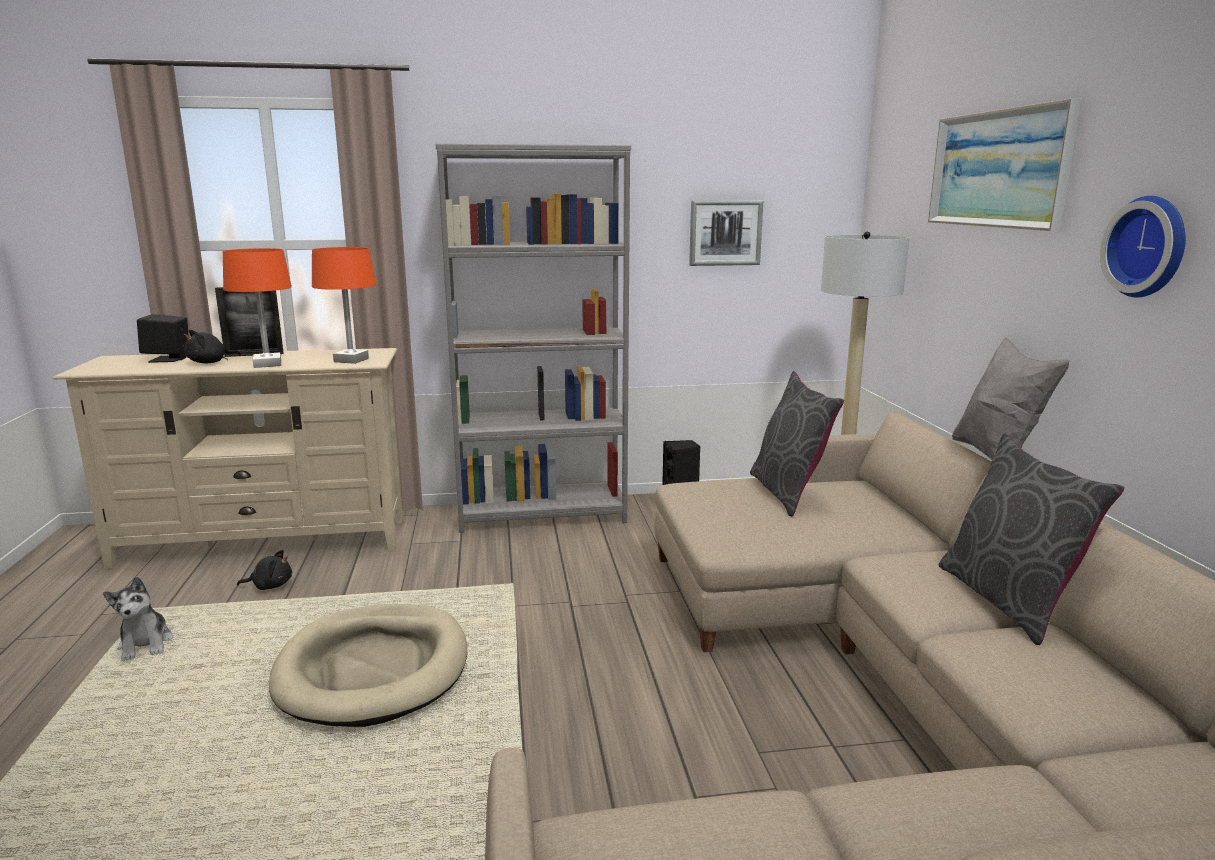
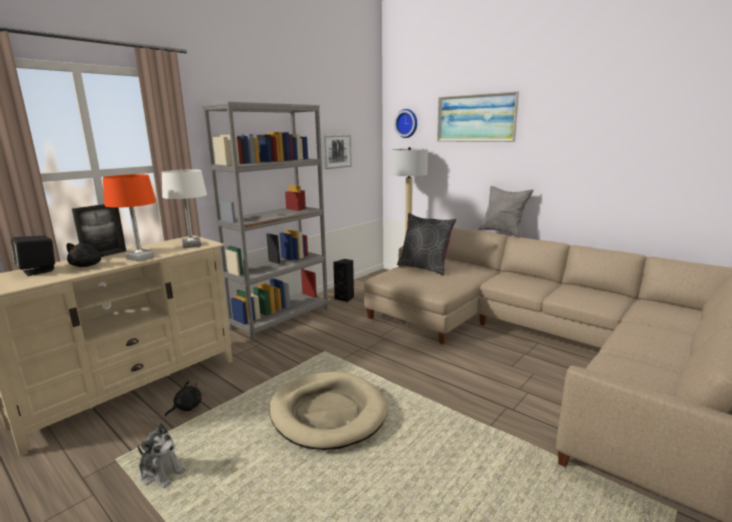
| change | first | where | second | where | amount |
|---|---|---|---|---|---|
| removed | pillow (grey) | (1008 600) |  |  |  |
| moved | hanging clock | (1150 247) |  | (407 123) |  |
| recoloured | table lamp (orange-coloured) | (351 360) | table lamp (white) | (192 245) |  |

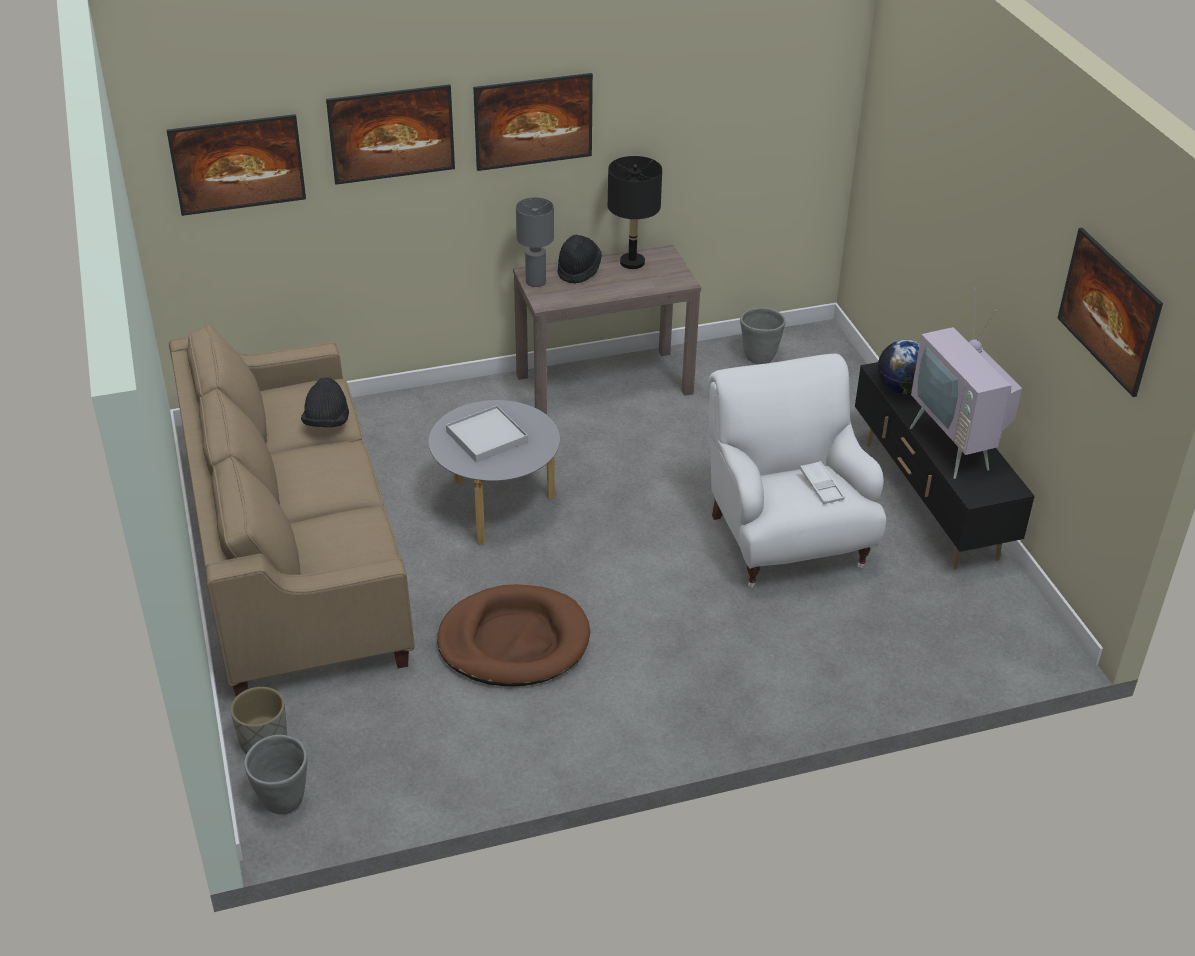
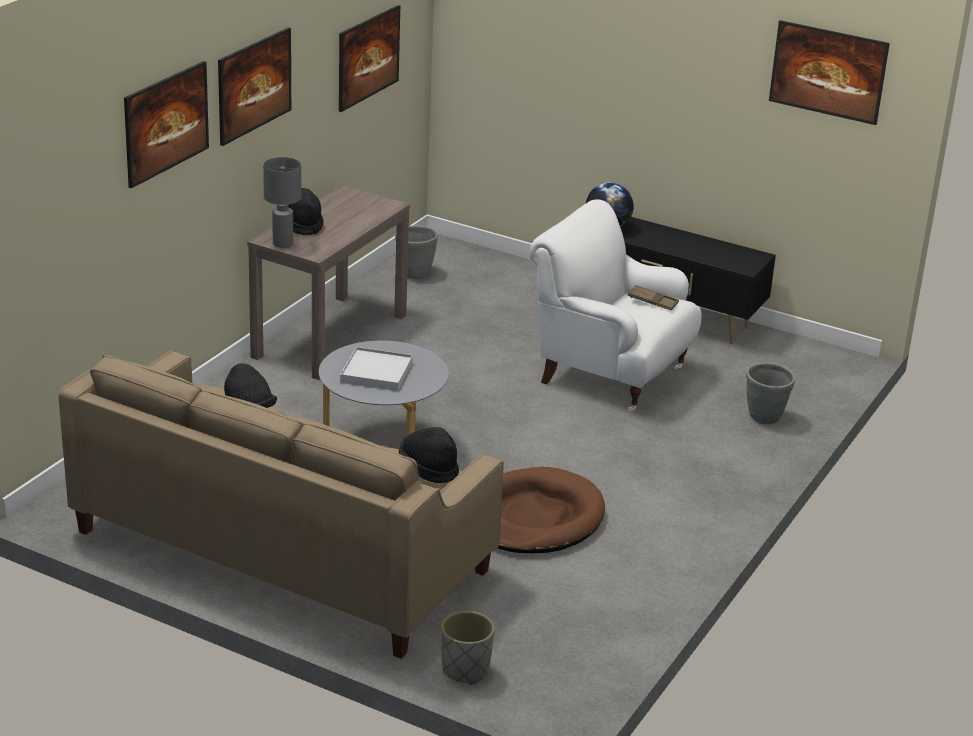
| change | first | where | second | where | amount |
|---|---|---|---|---|---|
| removed | table lamp (black-coloured) | (632 263) |  |  |  |
| removed | TV | (956 447) |  |  |  |
| added |  |  | wearable hat (black-coloured) | (428 469) |  |
| moved | picture | (241 185) |  | (368 76) |  |
| moved | plant pot (grey) | (283 802) |  | (765 418) |  |
| recoloured | serving tray (white) | (821 486) | serving tray (brown) | (652 301) |  |

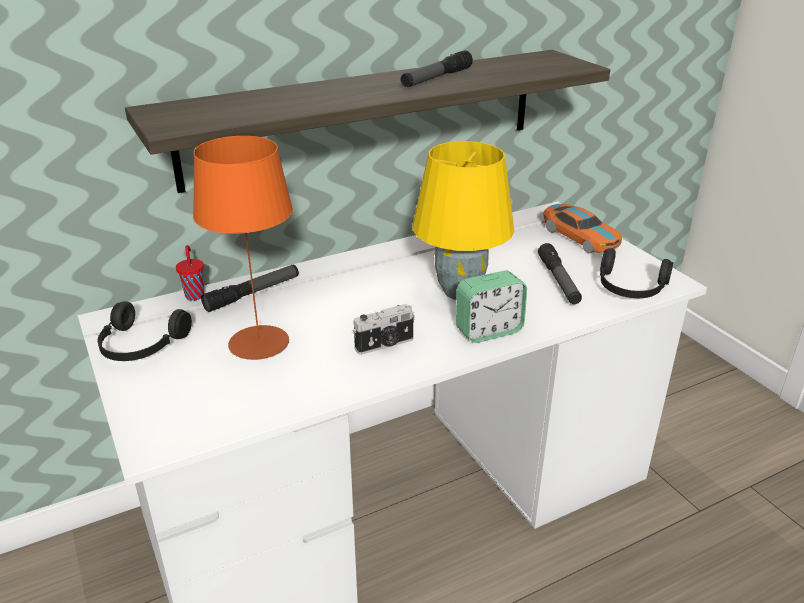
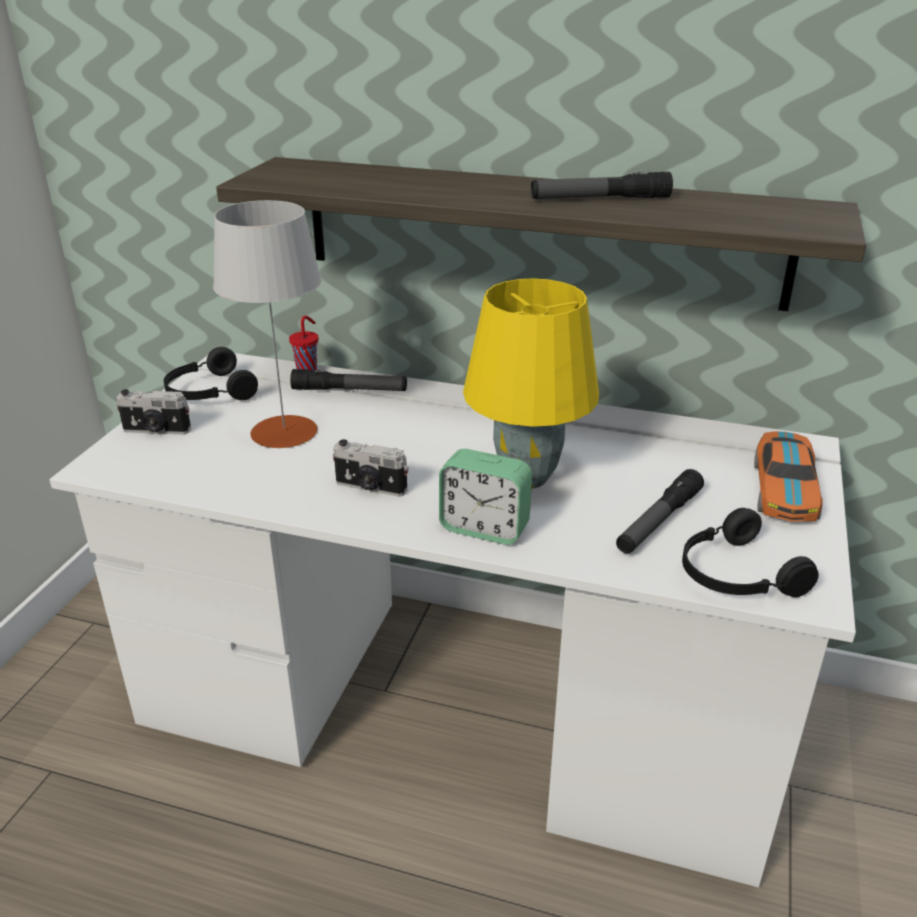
| change | first | where | second | where | amount |
|---|---|---|---|---|---|
| added |  |  | still camera | (156 431) |  |
| recoloured | table lamp (orange-coloured) | (259 342) | table lamp (grey) | (284 432) |  |

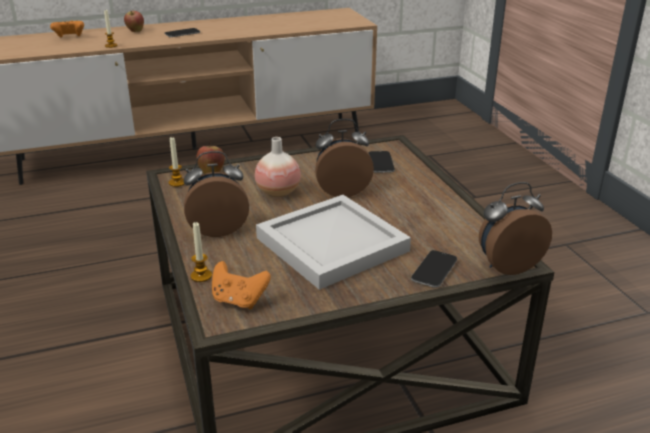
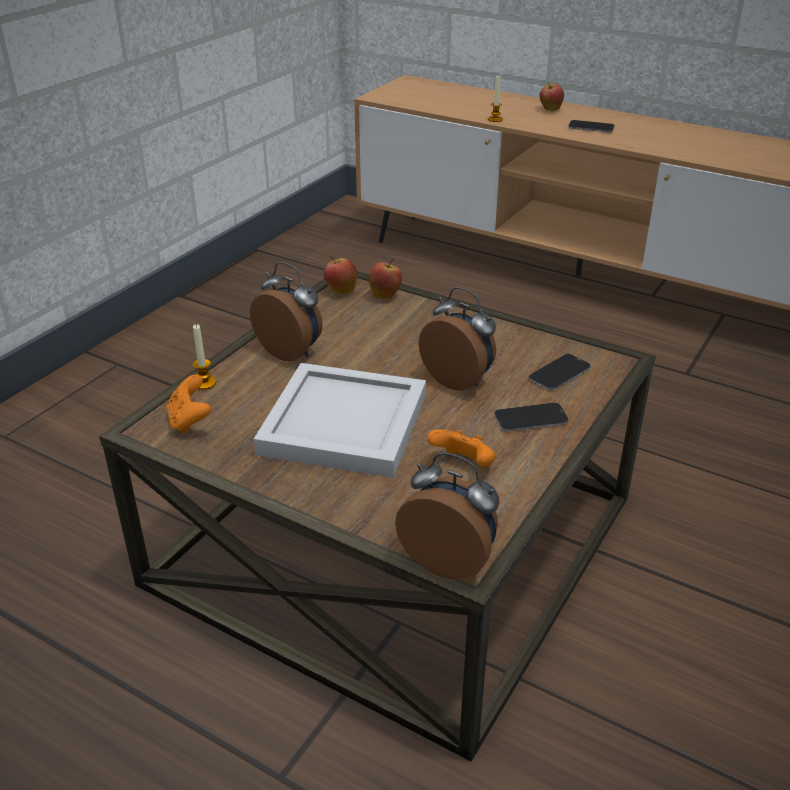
| change | first | where | second | where | amount |
|---|---|---|---|---|---|
| removed | flower vase | (278 192) |  |  |  |
| moved | joypad (orange-coloured) | (70 38) |  | (464 465) |  |
| moved | handset | (434 270) |  | (531 419) |  |
| replaced | wax candle | (177 183) | whole apple | (341 290) |  |

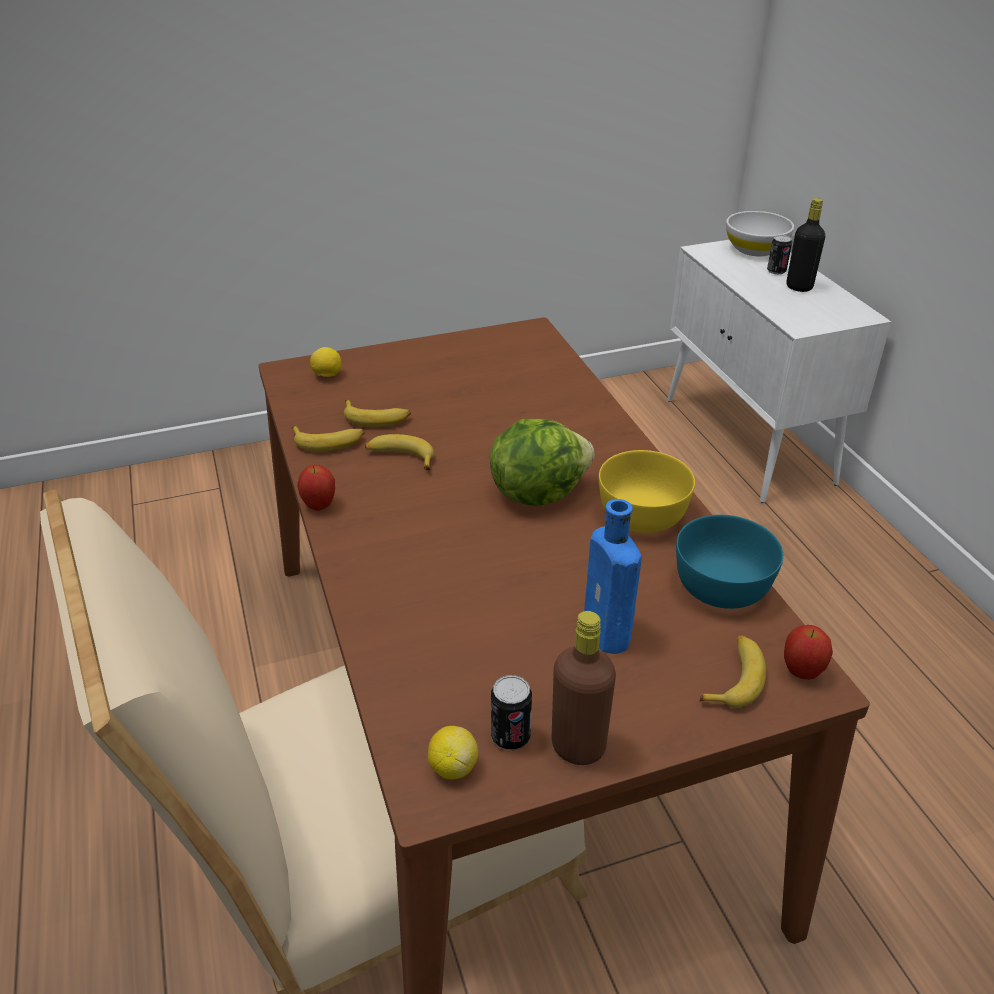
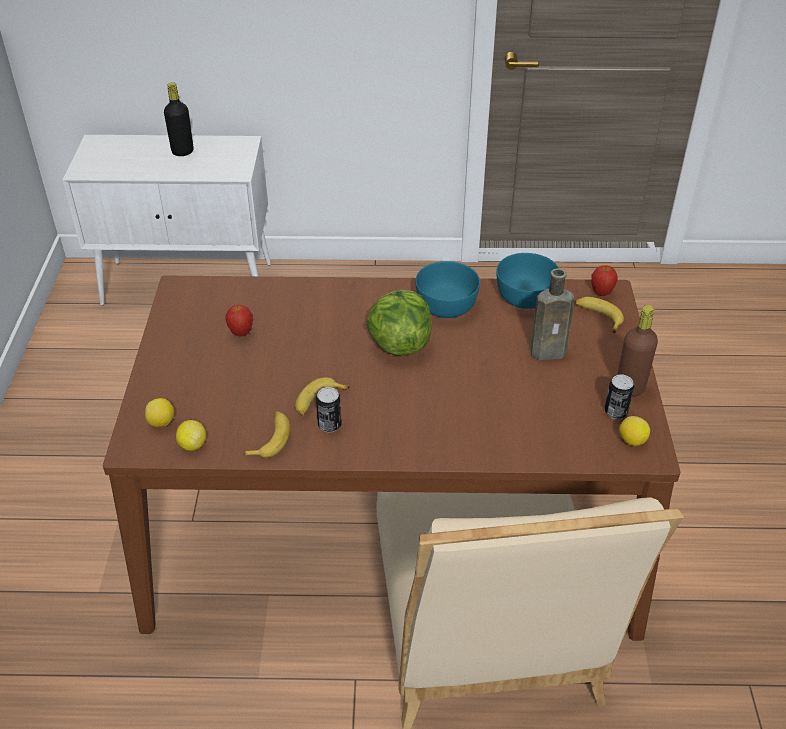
| change | first | where | second | where | amount |
|---|---|---|---|---|---|
| removed | banana fruit | (376 418) |  |  |  |
| removed | bowl (white) | (755 249) |  |  |  |
| added |  |  | citrus fruit | (192 445) |  |
| moved | whole apple | (319 506) |  | (241 333) |  |
| moved | can | (776 271) |  | (329 425) |  |
| recoloured | beverage bottle (blue) | (608 636) | beverage bottle (brown) | (550 352) |  |
| recoloured | bowl (yellowish) | (641 513) | bowl (turquoise) | (445 305) |  |

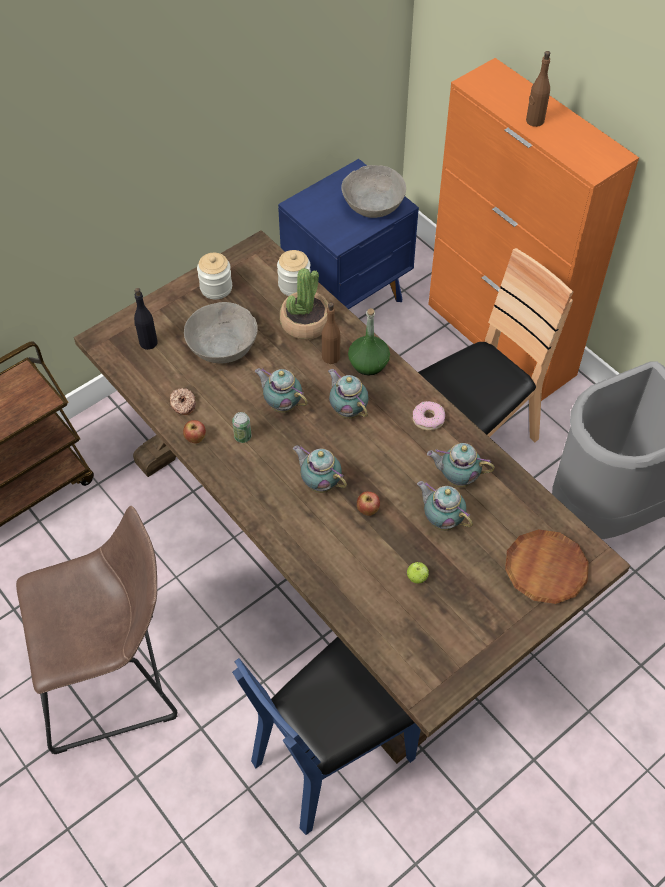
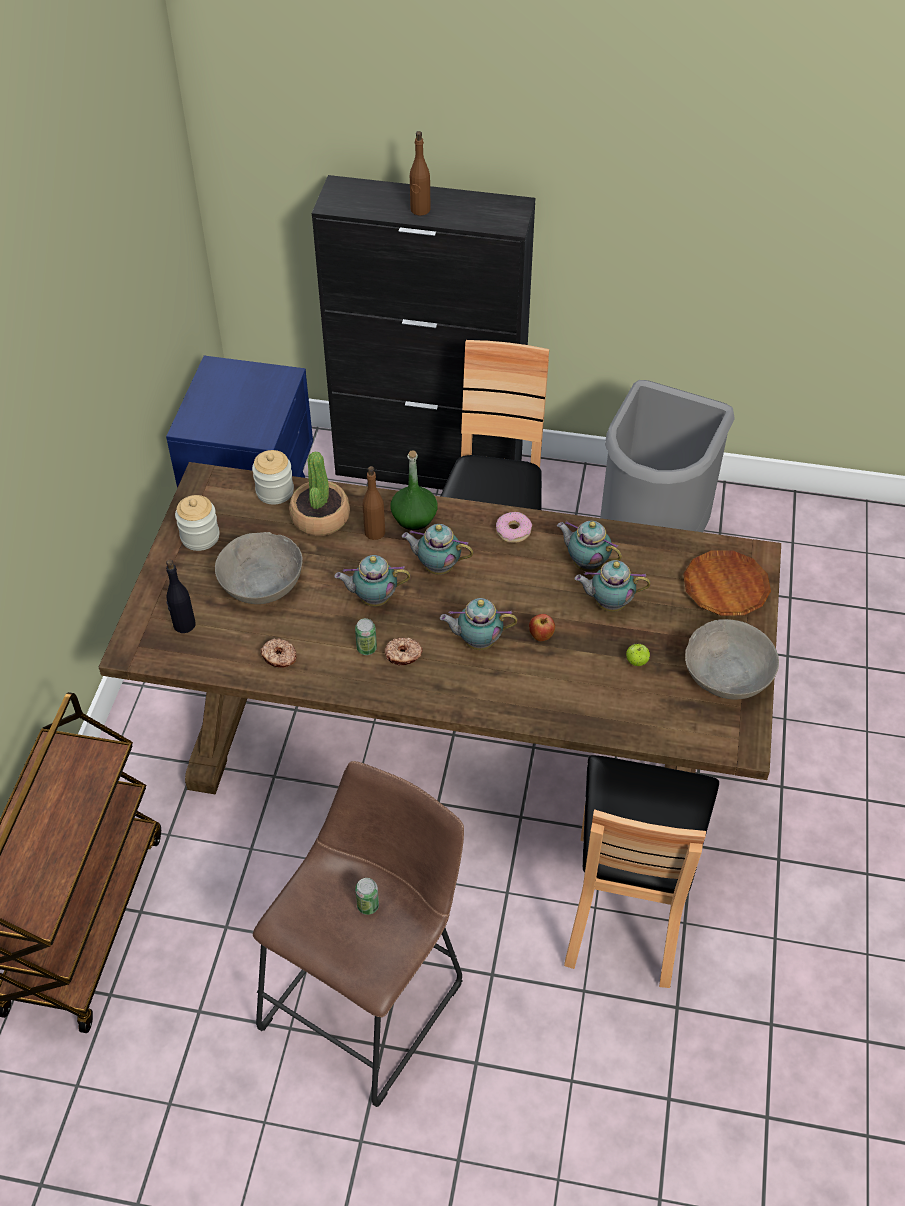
| change | first | where | second | where | amount |
|---|---|---|---|---|---|
| removed | whole apple | (195 439) |  |  |  |
| added |  |  | can | (368 905) |  |
| added |  |  | doughnut | (403 655) |  |
| moved | bowl (grey) | (373 204) |  | (727 675) |  |
| recoloured | upright chair (blue) | (333 756) | upright chair (brown) | (627 907) |  |
| recoloured | storage cabinet (orange-coloured) | (501 340) | storage cabinet (black-coloured) | (430 467) |  |
| turned | tea pot | (457 478) |  | (586 563) | 60 degrees clockwise |

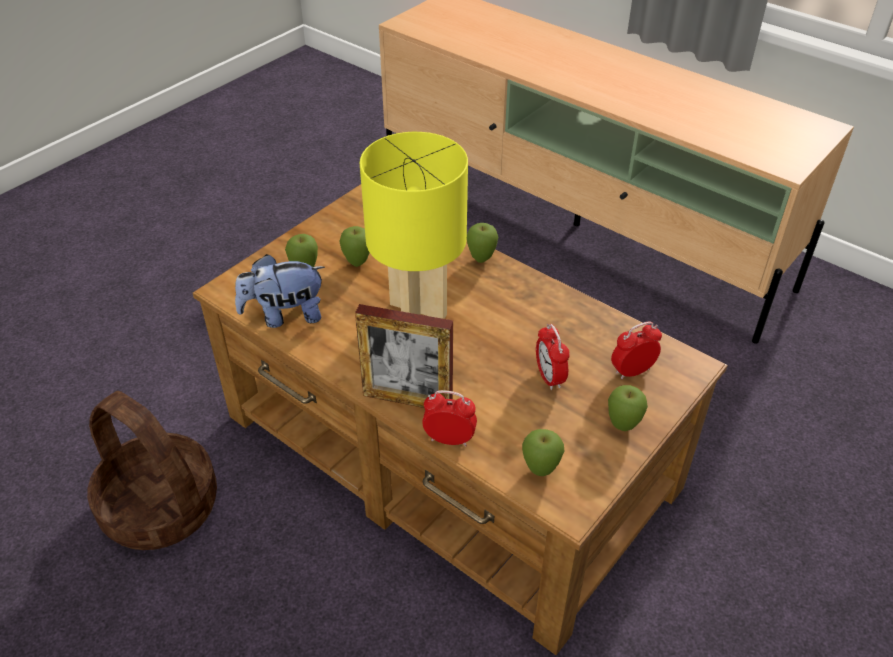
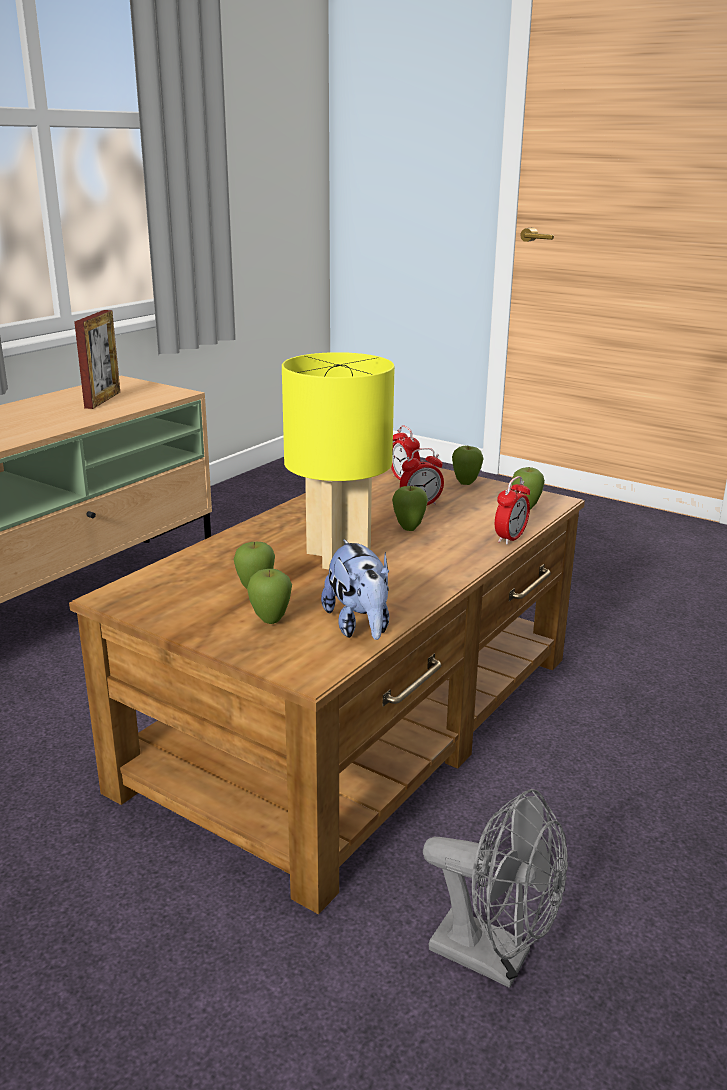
| change | first | where | second | where | amount |
|---|---|---|---|---|---|
| moved | standing frame | (407 399) |  | (102 400) |  |
| moved | whole apple | (481 259) |  | (409 529) |  |
| replaced | basket | (162 506) | fan (grey) | (494 958) |  |
| turned | table clock | (449 439) |  | (510 538) | 150 degrees counterclockwise |

